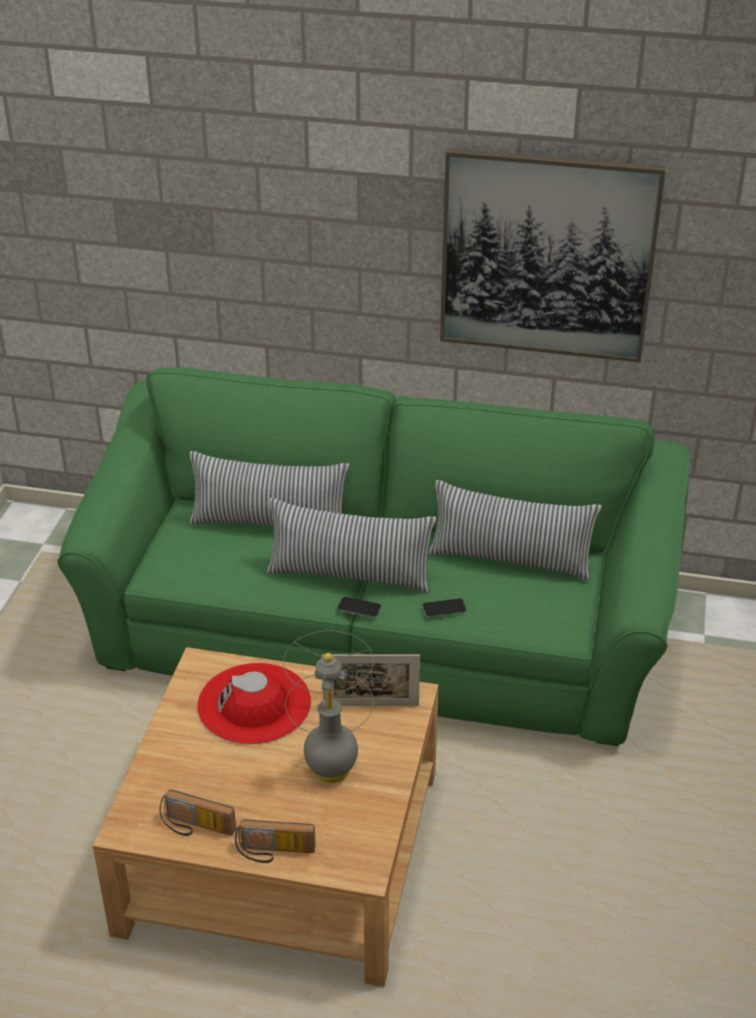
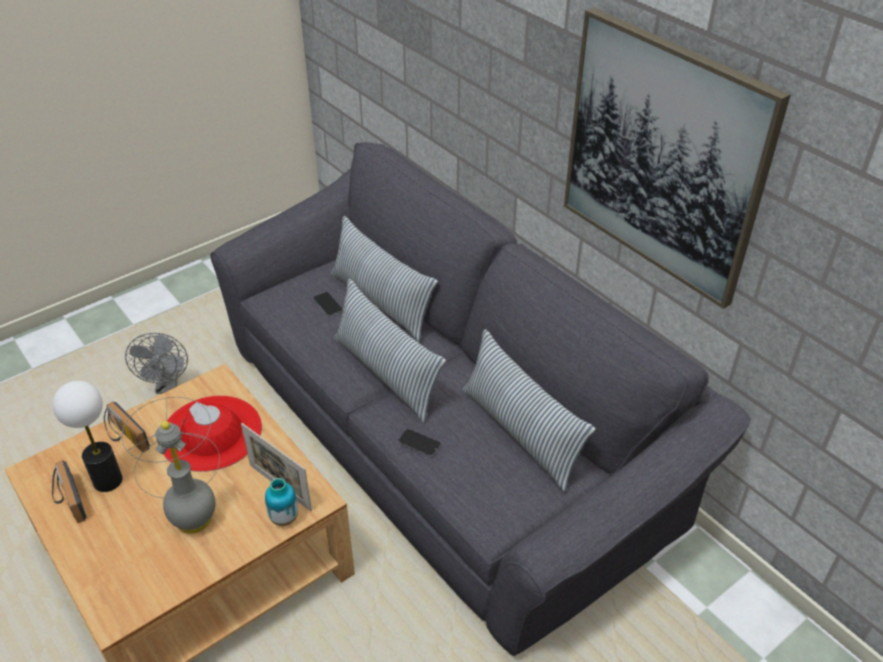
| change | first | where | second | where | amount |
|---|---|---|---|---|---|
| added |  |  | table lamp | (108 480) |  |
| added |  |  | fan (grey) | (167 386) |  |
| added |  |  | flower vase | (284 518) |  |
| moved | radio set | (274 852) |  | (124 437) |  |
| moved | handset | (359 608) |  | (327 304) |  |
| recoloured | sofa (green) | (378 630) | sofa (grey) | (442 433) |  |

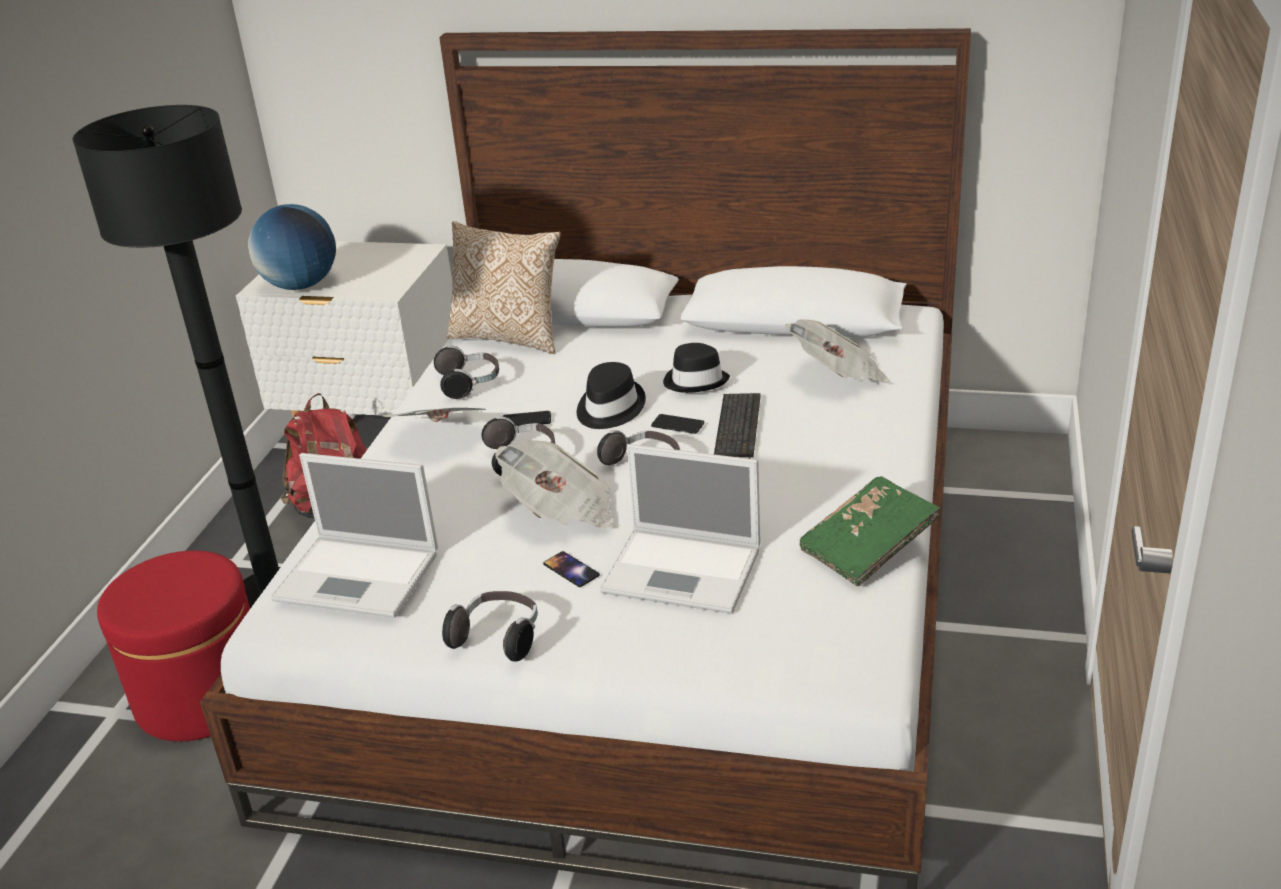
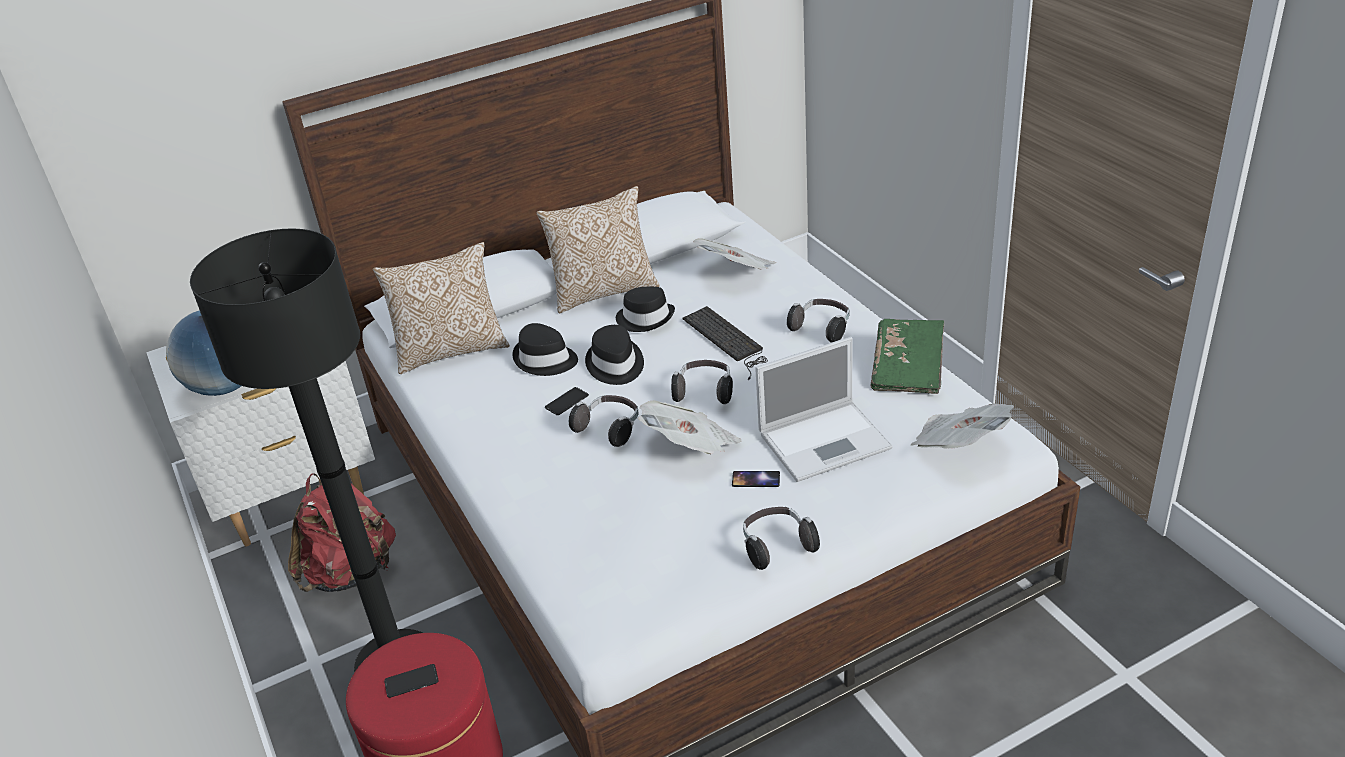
| change | first | where | second | where | amount |
|---|---|---|---|---|---|
| removed | notebook computer | (360 576) |  |  |  |
| added |  |  | wearable hat (black-coloured) | (545 360) |  |
| added |  |  | pillow | (603 291) |  |
| moved | daily paper | (441 435) |  | (959 445) |  |
| moved | headset | (470 384) |  | (822 328) |  |
| moved | handset | (677 425) |  | (411 681) |  |

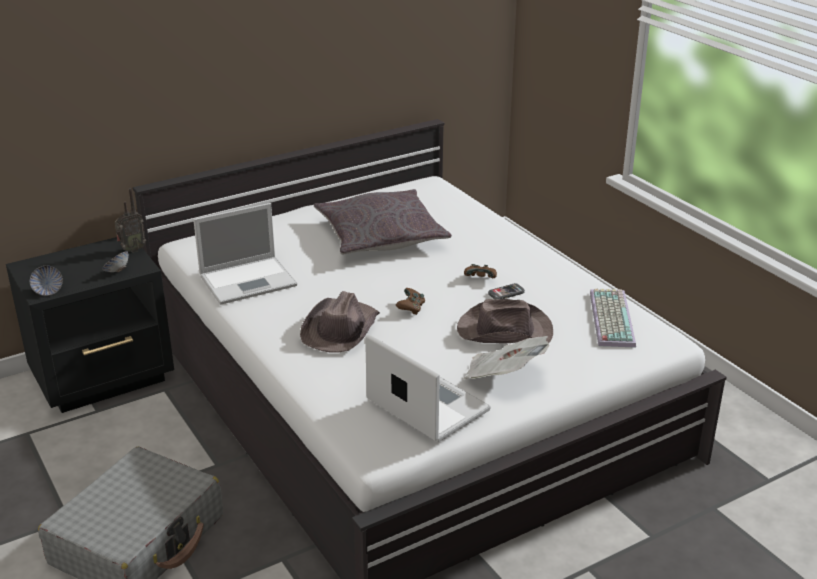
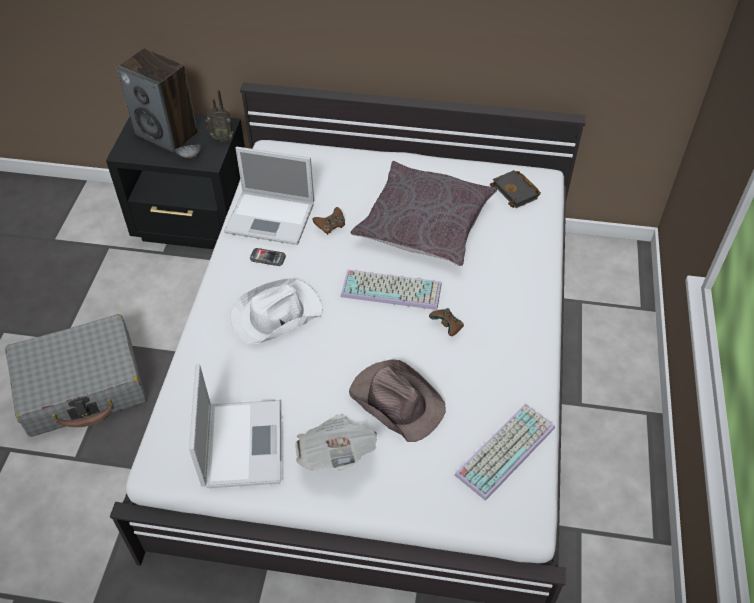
| change | first | where | second | where | amount |
|---|---|---|---|---|---|
| removed | bowl | (48 291) |  |  |  |
| added |  |  | speaker | (167 134) |  |
| added |  |  | keyboard | (392 289) |  |
| added |  |  | book (black-coloured) | (516 192) |  |
| moved | joypad (brown) | (411 309) |  | (330 226) |  |
| moved | handset | (506 293) |  | (267 258) |  |
| recoloured | wearable hat (brown) | (340 329) | wearable hat (white) | (275 314) |  |

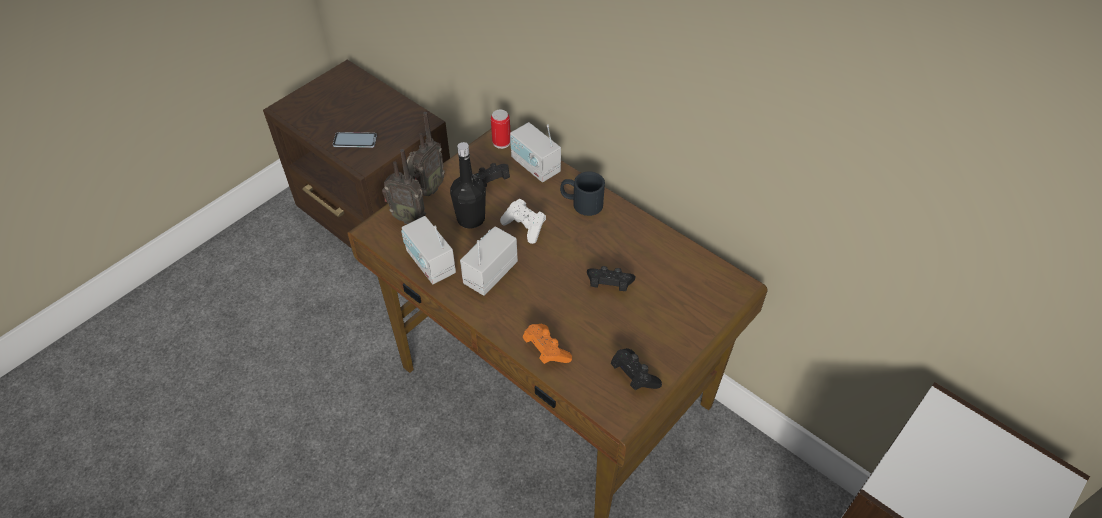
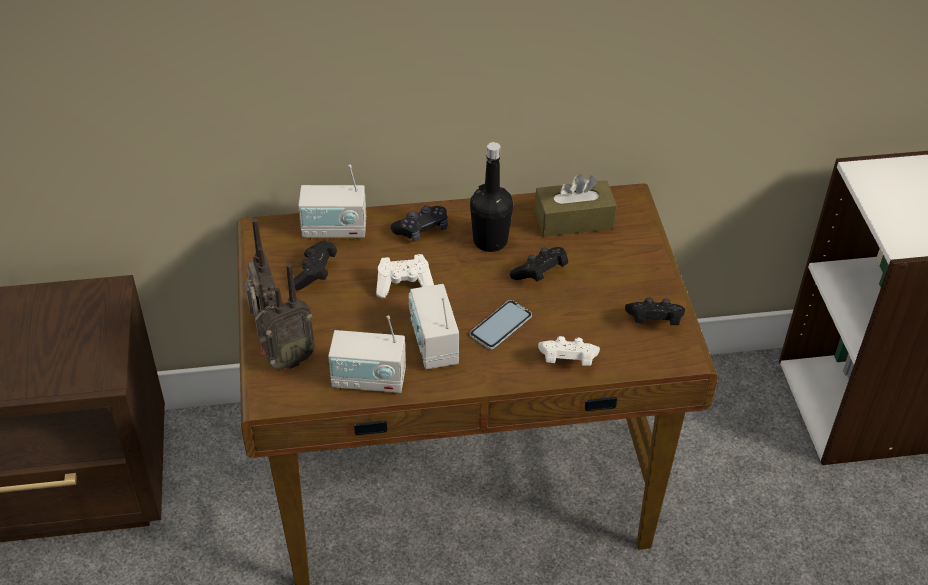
| change | first | where | second | where | amount |
|---|---|---|---|---|---|
| removed | can | (501 142) |  |  |  |
| added |  |  | tissue box (brown) | (573 220) |  |
| moved | handset | (355 140) |  | (501 325) |  |
| moved | beverage bottle (black-coloured) | (471 219) |  | (490 241) |  |
| replaced | coffee mug (black-coloured) | (581 203) | joypad (black-coloured) | (422 229) |  |
| recoloured | joypad (orange-coloured) | (546 350) | joypad (white) | (567 361) |  |

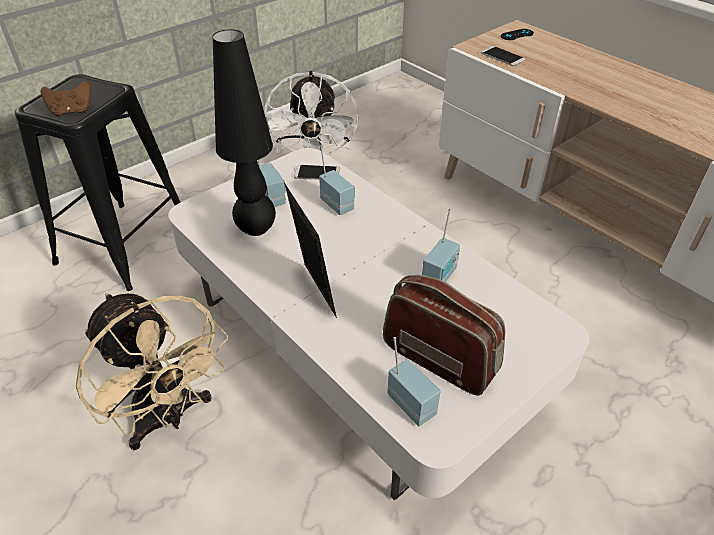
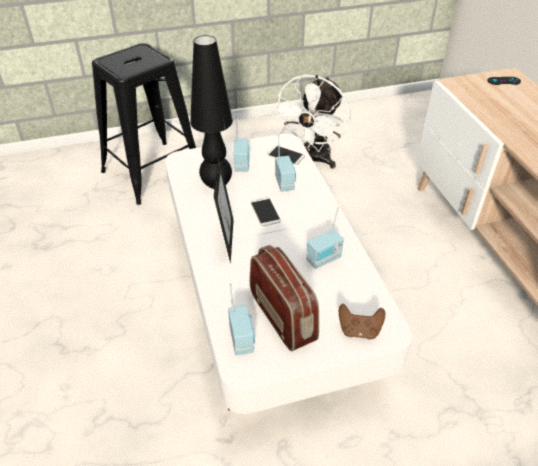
| change | first | where | second | where | amount |
|---|---|---|---|---|---|
| removed | fan (sand-coloured) | (169 417) |  |  |  |
| moved | joypad (brown) | (72 112) |  | (359 330) |  |
| moved | handset | (502 57) |  | (265 212) |  |

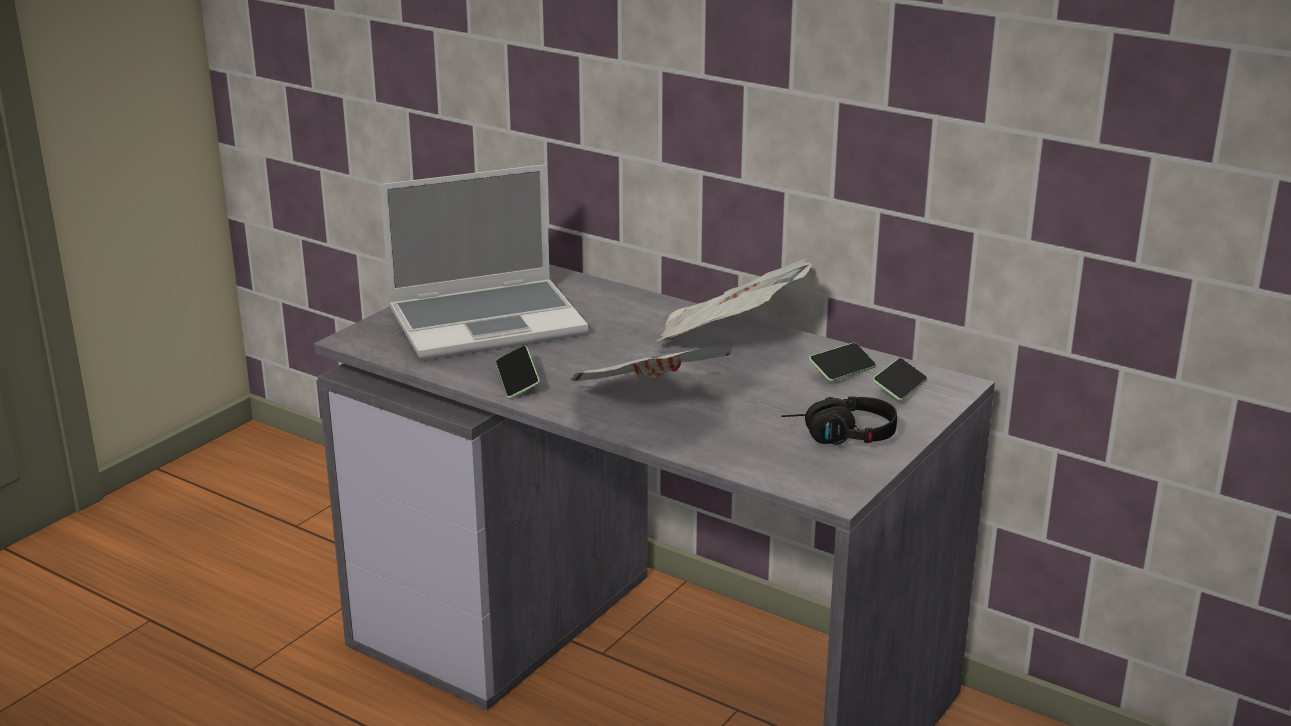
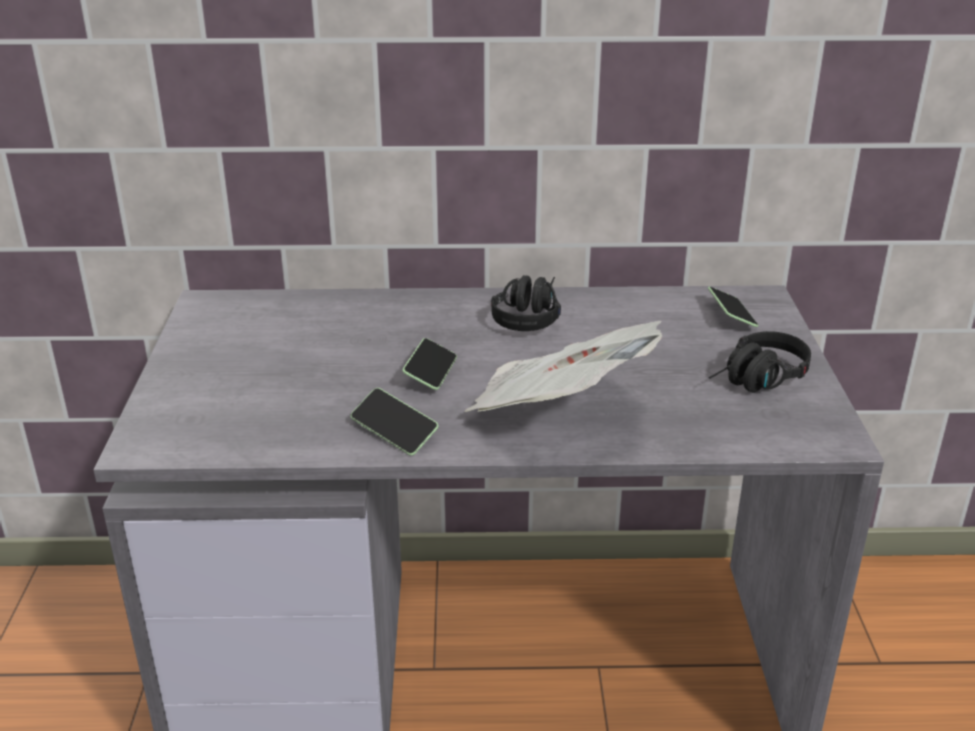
| change | first | where | second | where | amount |
|---|---|---|---|---|---|
| removed | notebook computer | (488 322) |  |  |  |
| moved | handset | (842 371) |  | (430 374) |  |
| replaced | daily paper | (728 339) | headset (black-coloured) | (529 315) |  |

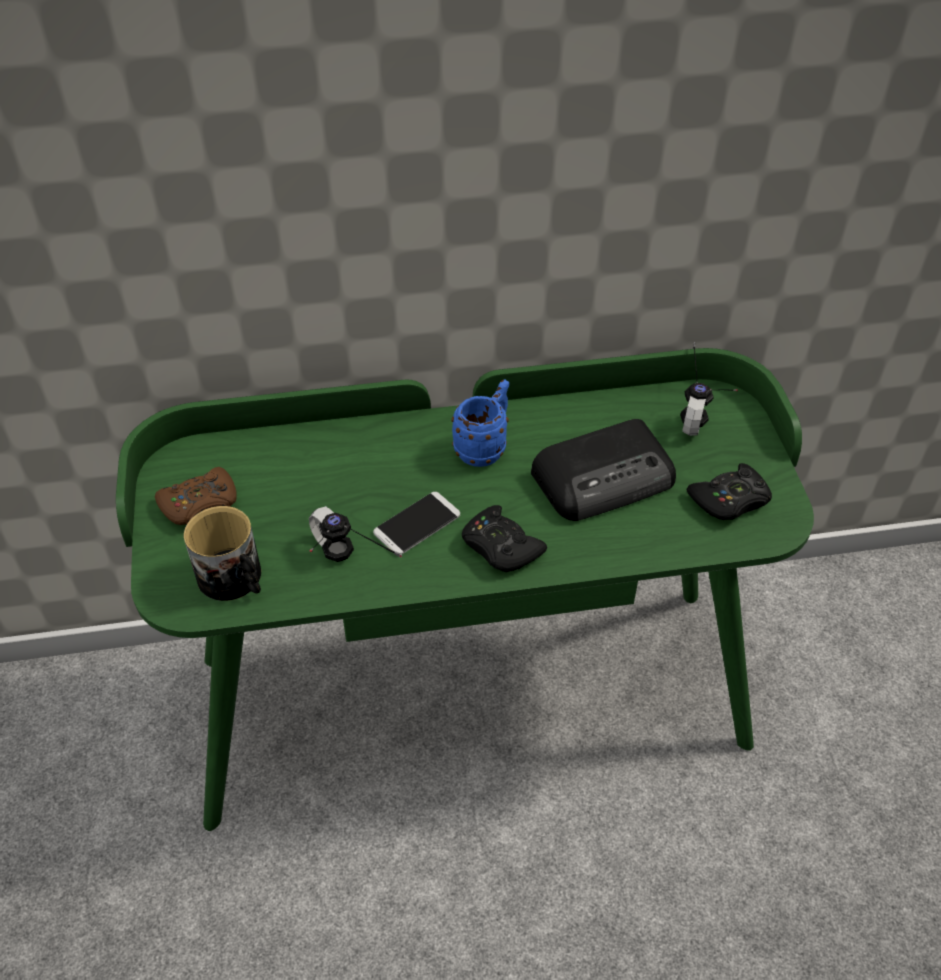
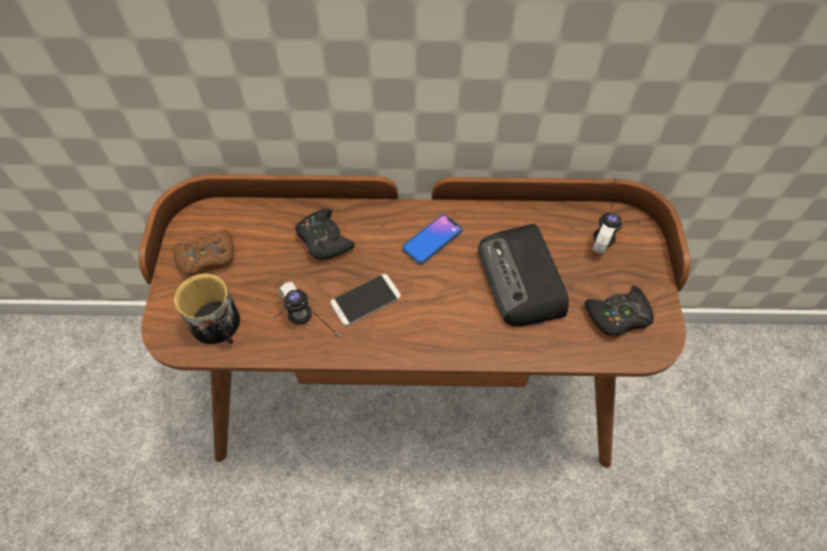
| change | first | where | second | where | amount |
|---|---|---|---|---|---|
| moved | joypad (black-coloured) | (500 547) |  | (324 240) |  |
| replaced | coffee mug (blue) | (485 447) | handset | (432 240) |  |
| recoloured | desk (green) | (470 696) | desk (brown) | (413 392) |  |
| turned | radio set | (606 478) |  | (522 281) | 90 degrees clockwise |

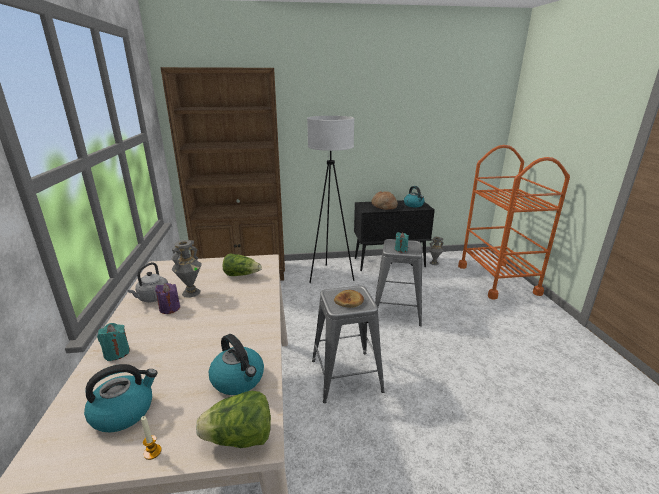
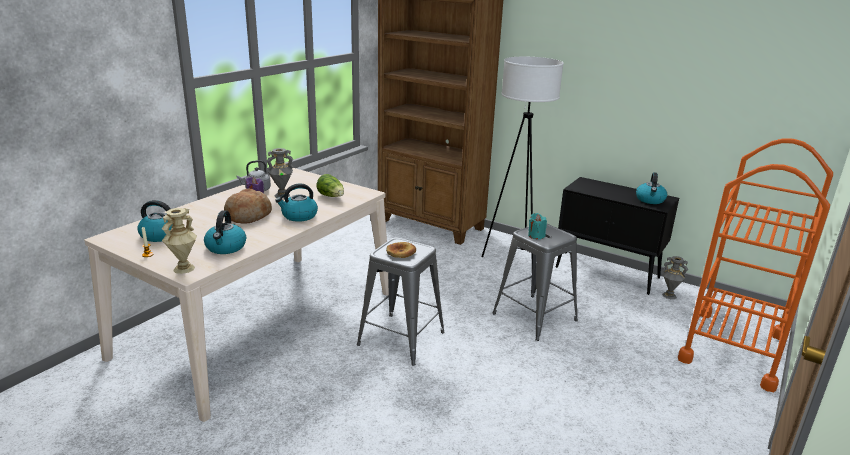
| change | first | where | second | where | amount |
|---|---|---|---|---|---|
| removed | wax candle (turquoise) | (117 353) |  |  |  |
| added |  |  | kettle | (299 216) |  |
| moved | bread | (384 206) |  | (248 215) |  |
| replaced | lettuce | (240 439) | flower vase (sand-coloured) | (184 269) |  |

